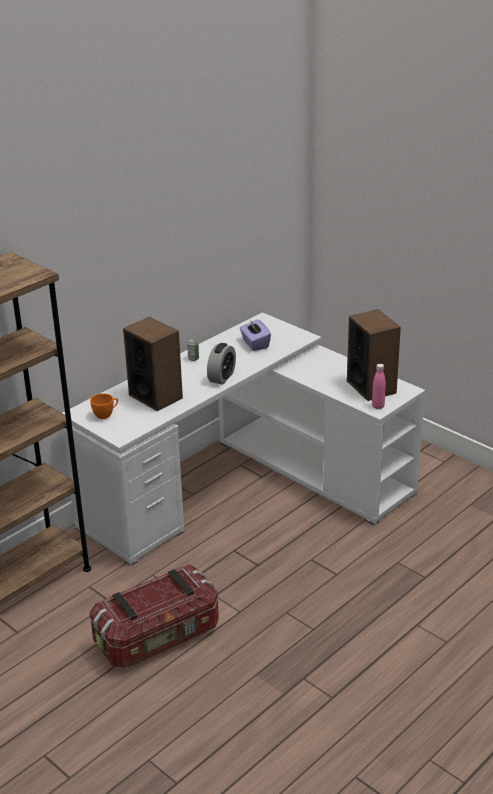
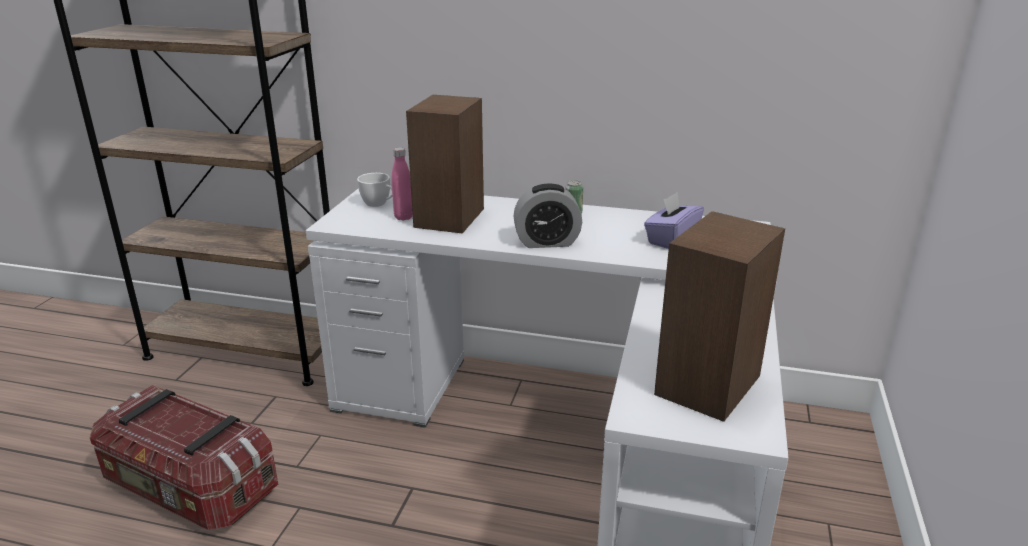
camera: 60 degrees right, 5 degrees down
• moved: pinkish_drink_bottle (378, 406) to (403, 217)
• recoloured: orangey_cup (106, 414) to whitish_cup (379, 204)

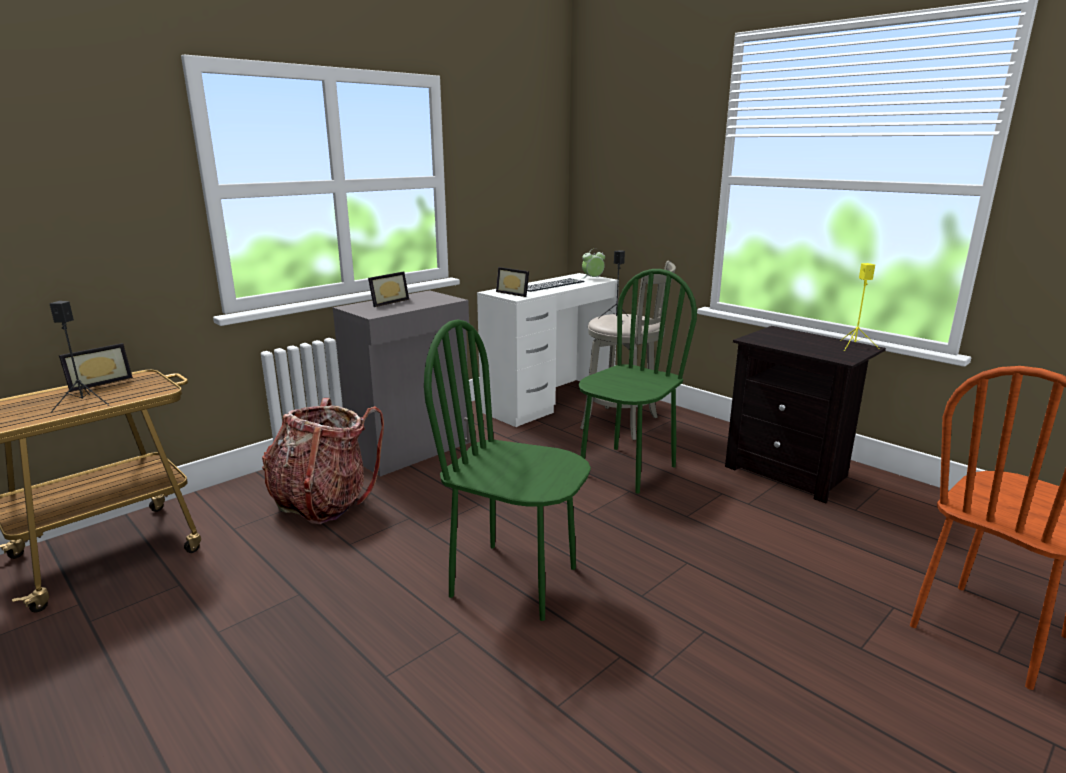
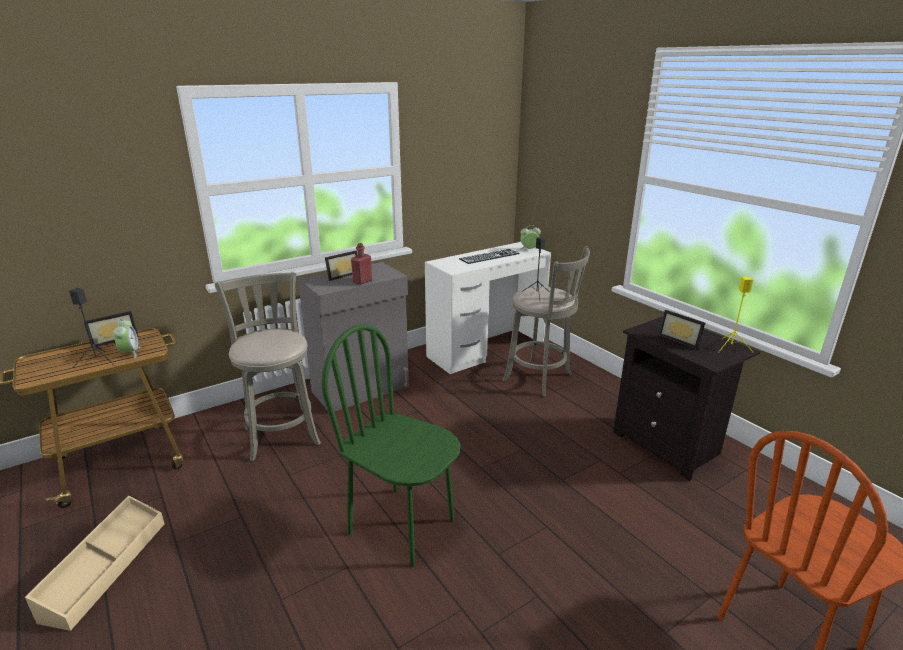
camera: 10 degrees right, 5 degrees up
• moved: photo_frame (515, 293) to (680, 340)
• removed: green_plain_chair (627, 469)
• replaced: backpack (324, 503) to gray_stool_seat (281, 434)
• added: red-coloured_drink_bottle (362, 281)
• added: bedside_clock (130, 353)
• added: sand-coloured_storage_box (105, 568)

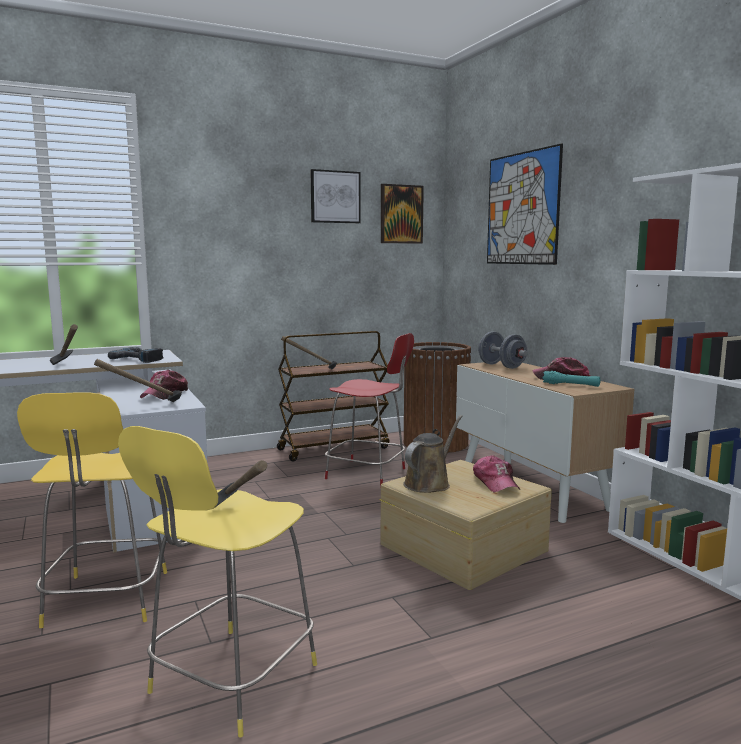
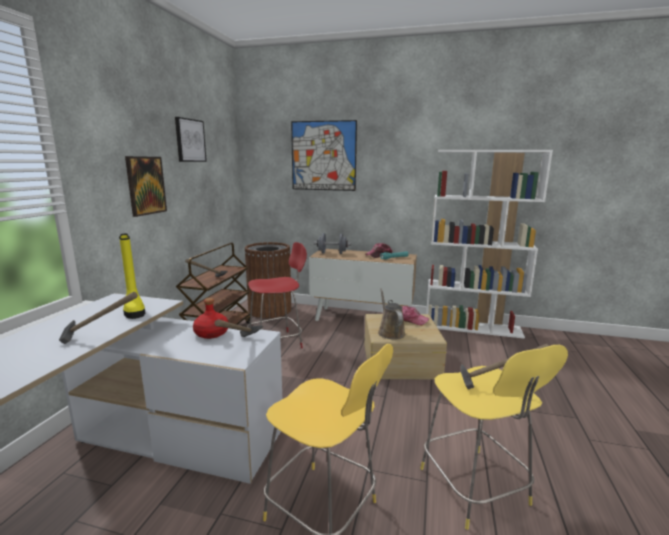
camera: 50 degrees left, 5 degrees up
• moved: wall_art (401, 214) to (146, 185)
• replaced: drill (140, 359) to yellow-coloured_tall_boot (134, 309)
• replaced: peaked_cap (165, 394) to red-coloured_drink_bottle (211, 333)

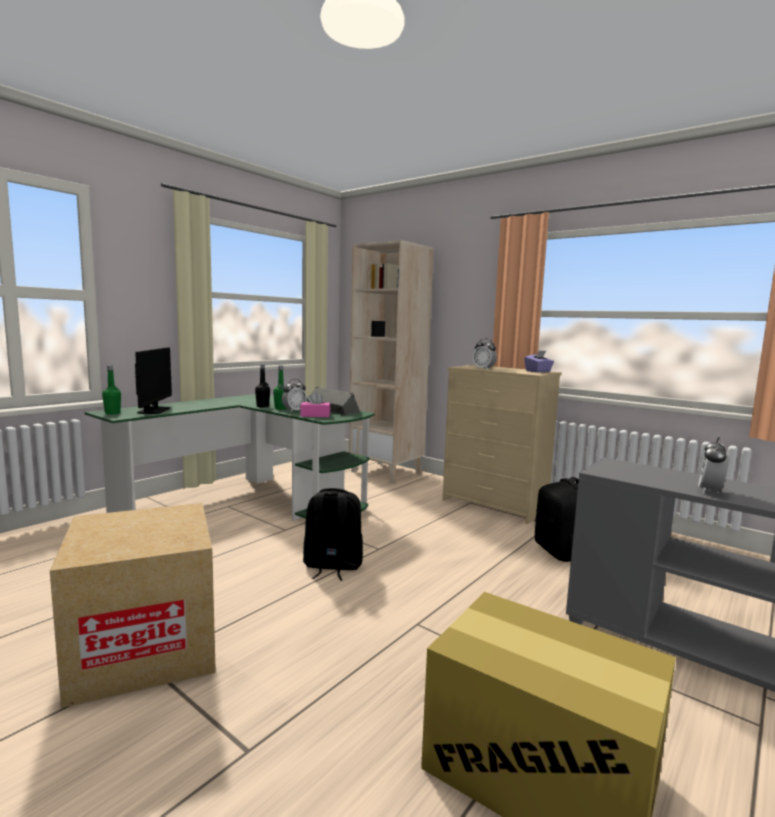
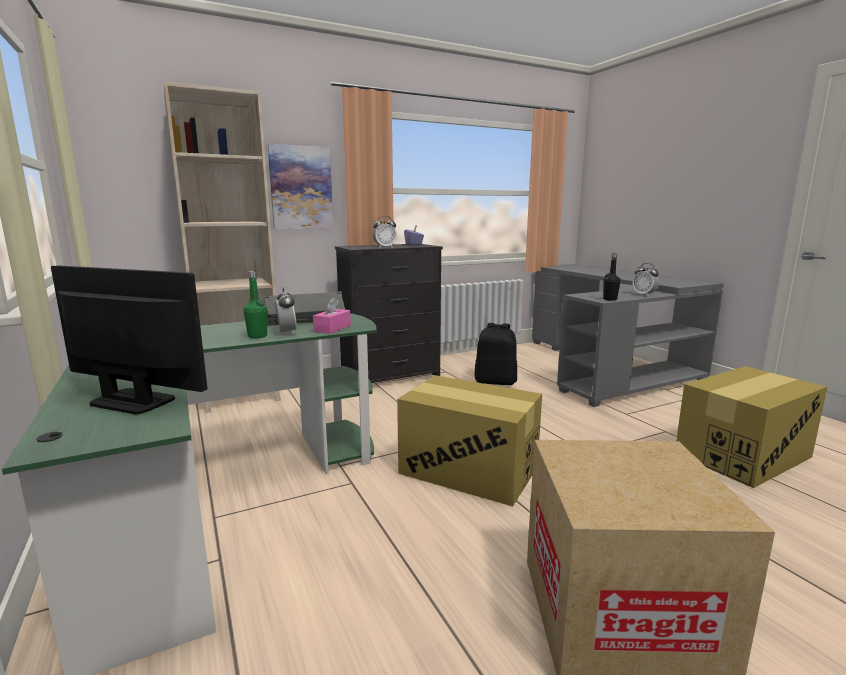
camera: 65 degrees left, 5 degrees up
• moved: blackish_drink_bottle (262, 406) to (610, 299)
• removed: green_drink_bottle (112, 413)
• recoloured: sand-coloured_chest_of_drawers (494, 505) to blackish_chest_of_drawers (391, 377)
• replaced: blackish_backpack (332, 566) to packing_box (469, 470)
• added: wall_art (301, 188)

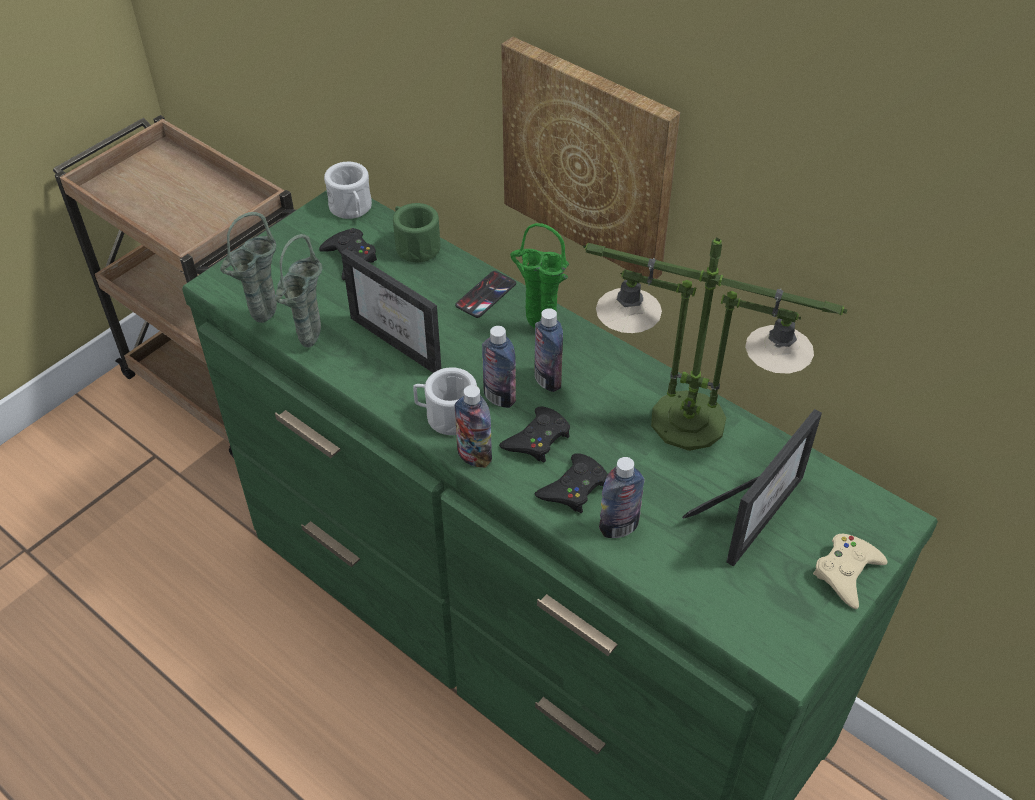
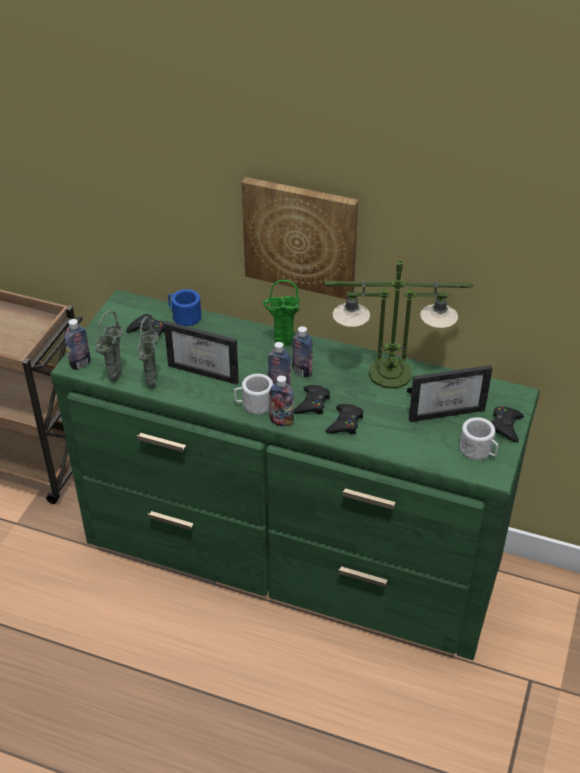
camera: 20 degrees left, 5 degrees down
• moved: whitish_coffee_mug (352, 209) to (478, 451)
• recoloured: green_coffee_mug (414, 245) to blue_coffee_mug (184, 316)
• removed: telephone (485, 295)
• turned: photo_frame (754, 510) = (446, 409) 60 degrees clockwise
• moved: drink_bottle (618, 527) to (80, 364)
• recoloured: sand-coloured_game_controller (846, 573) to blackish_game_controller (505, 426)

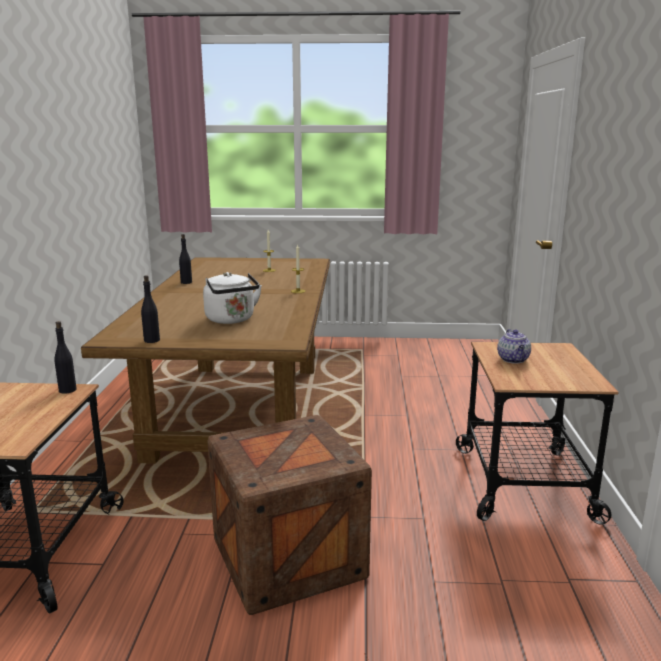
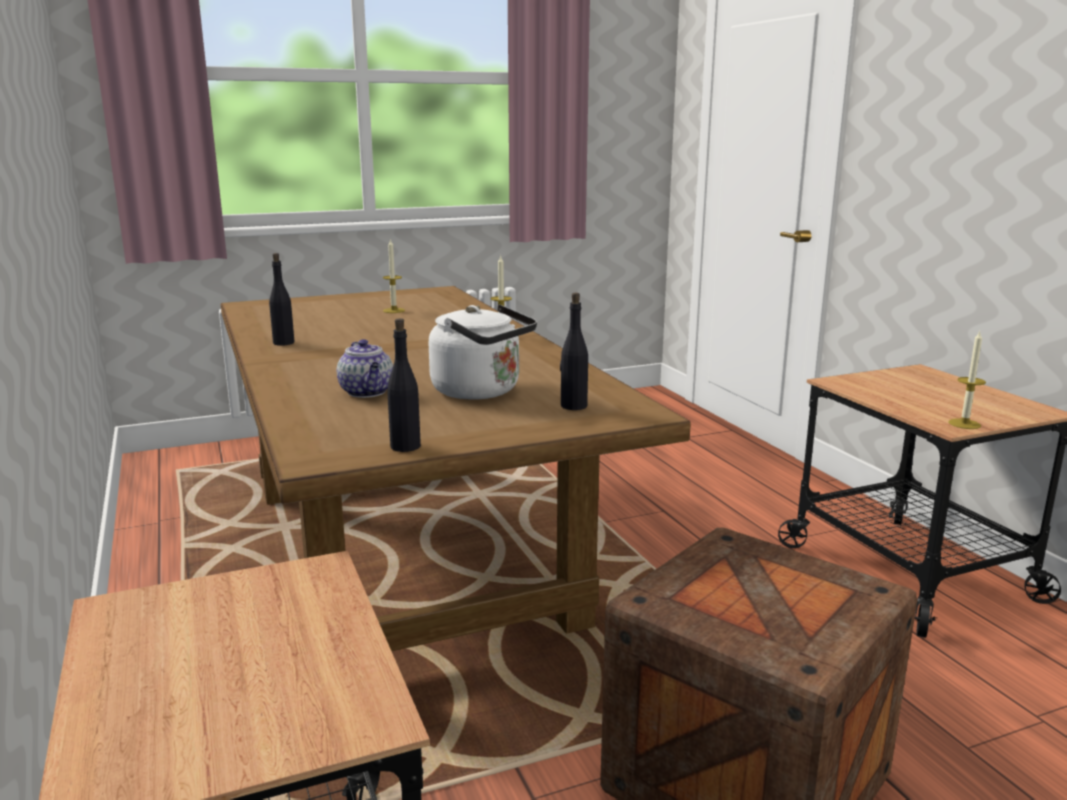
camera: 25 degrees left, 0 degrees up
• moved: blackish_drink_bottle (67, 390) to (573, 406)
• moved: pot_for_tea (513, 360) to (367, 392)
• added: wax_candle (964, 424)

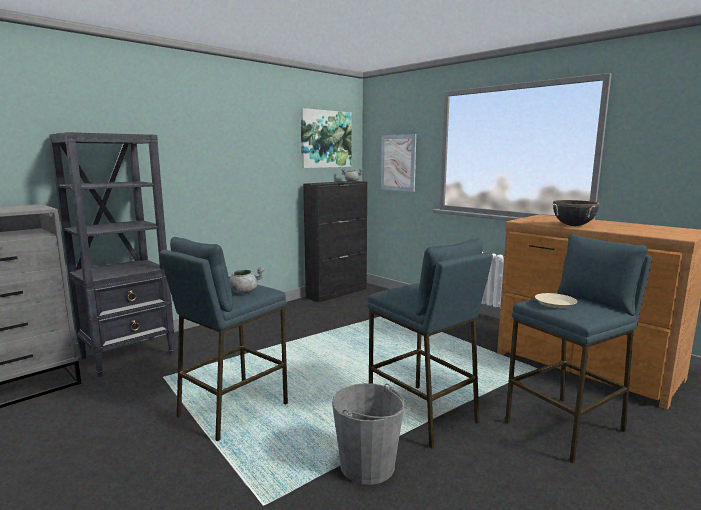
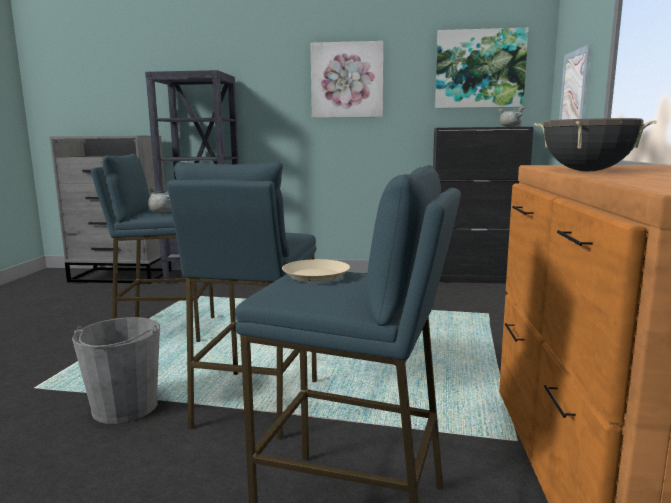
camera: 50 degrees right, 0 degrees up
• added: wall_art (347, 80)

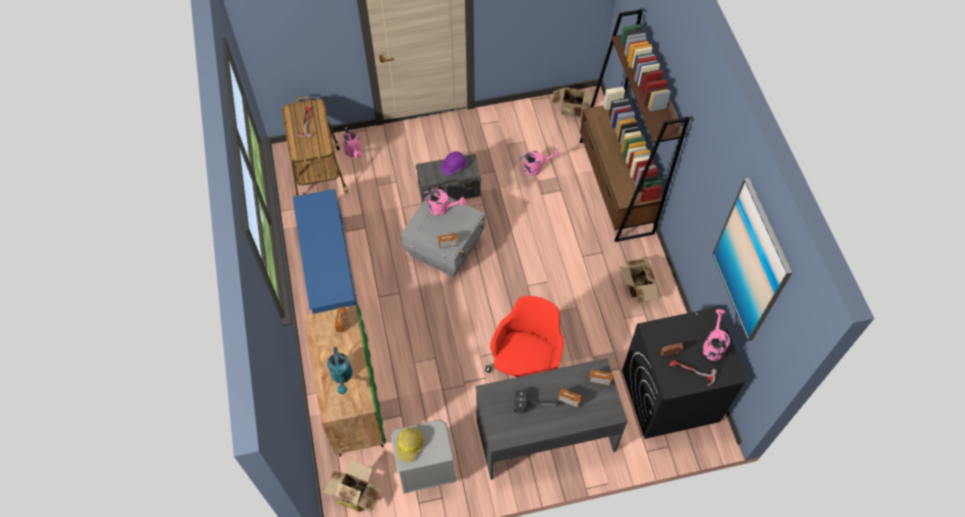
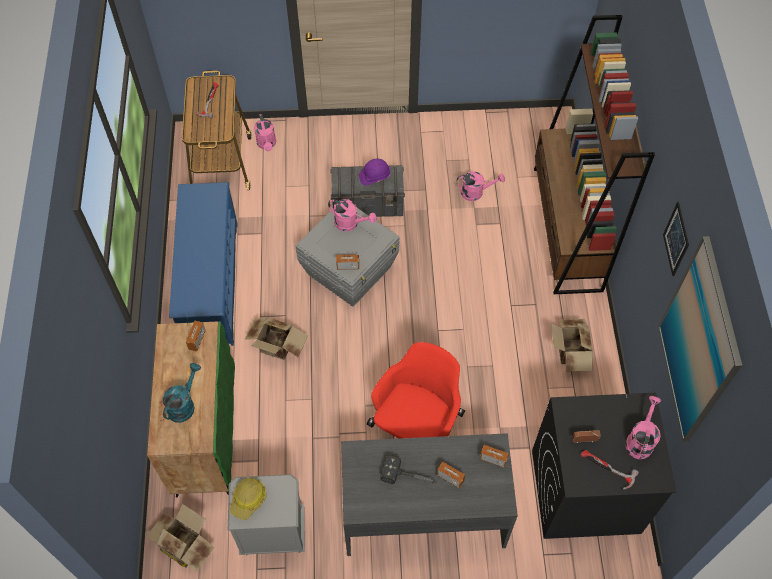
camera: 10 degrees right, 0 degrees up
• moved: packing_box (572, 111) to (277, 348)
• turned: turquoise-coloured_watering_can (342, 377) = (184, 404) 150 degrees counterclockwise
• added: wall_art (676, 239)

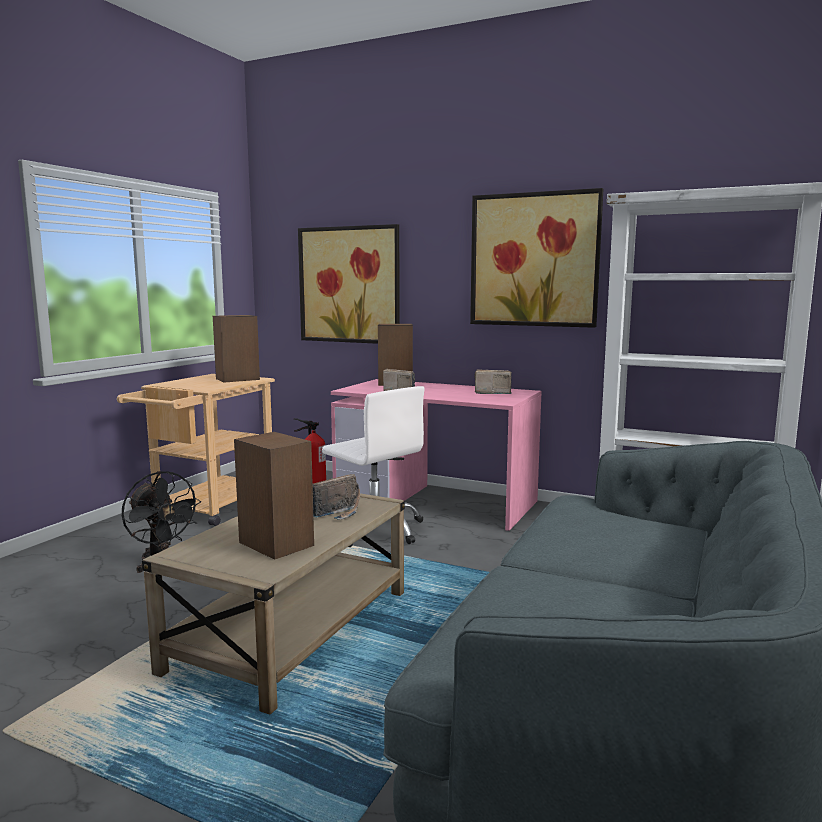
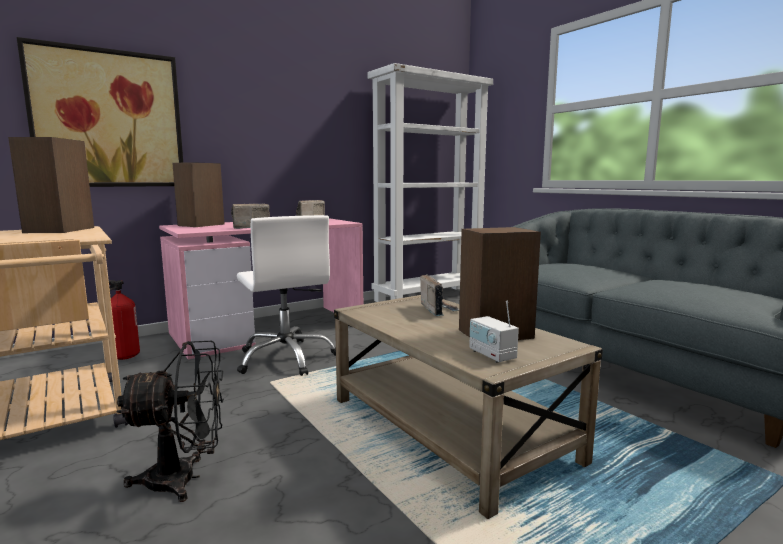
camera: 60 degrees left, 0 degrees up
• removed: wall_art (534, 260)
• turned: whitish_desk_chair (375, 529) = (287, 358) 75 degrees clockwise
• added: radio_receiver (492, 355)

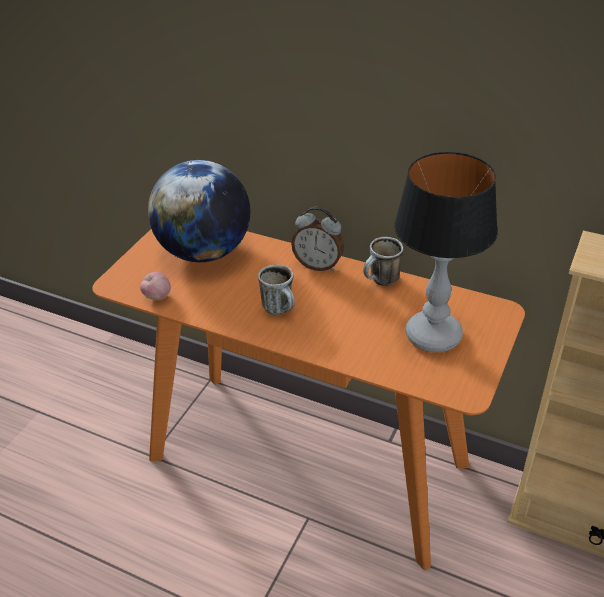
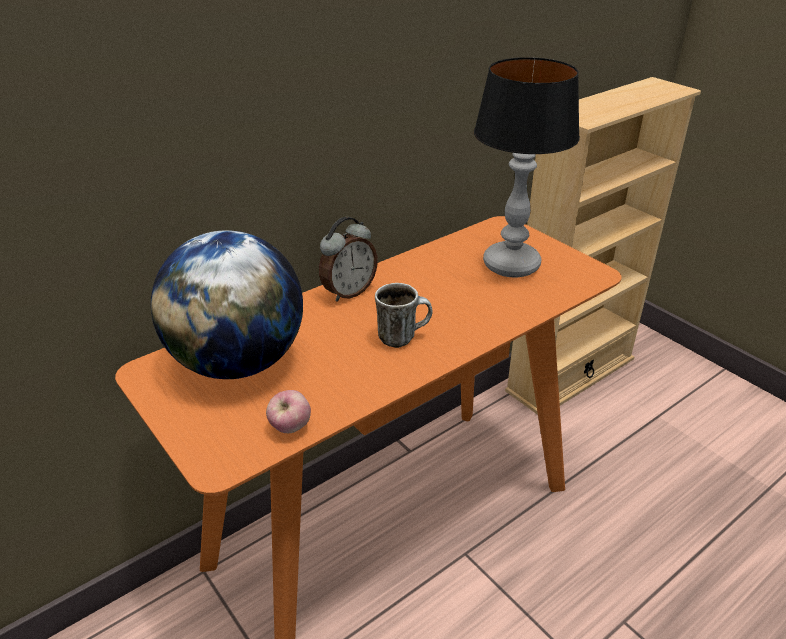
camera: 65 degrees left, 5 degrees down
• removed: coffee_mug (381, 282)

